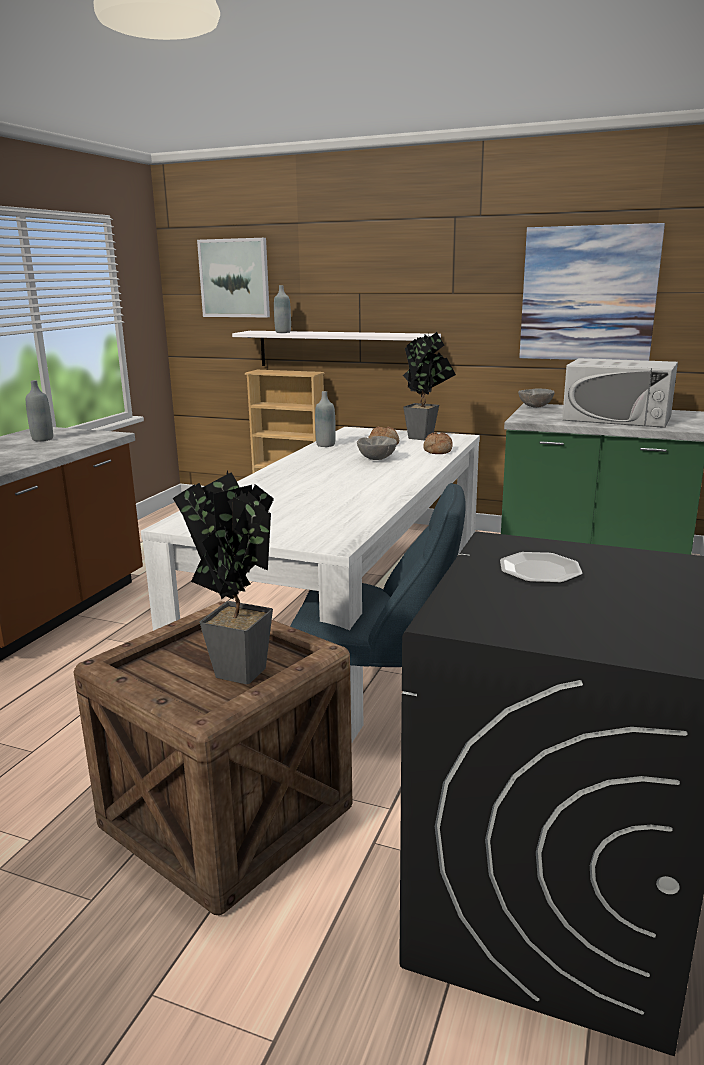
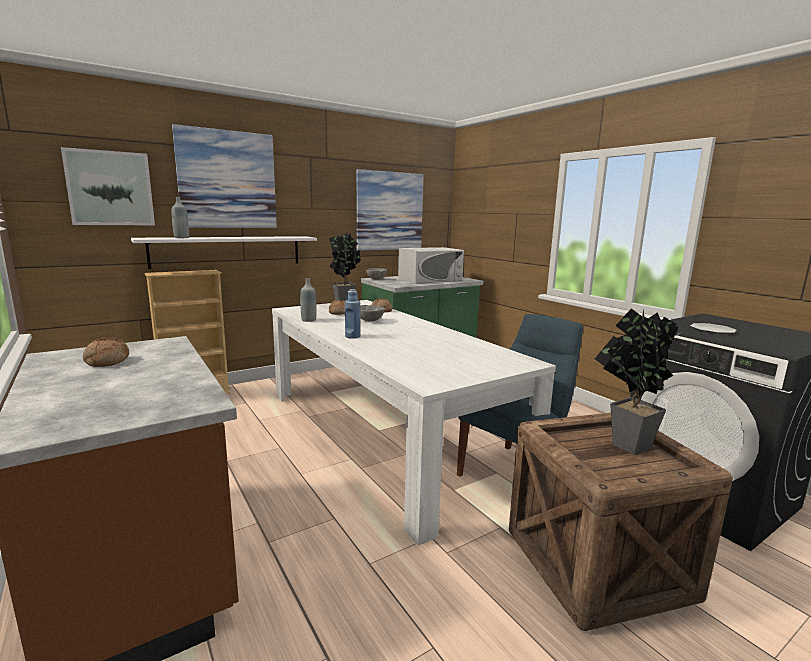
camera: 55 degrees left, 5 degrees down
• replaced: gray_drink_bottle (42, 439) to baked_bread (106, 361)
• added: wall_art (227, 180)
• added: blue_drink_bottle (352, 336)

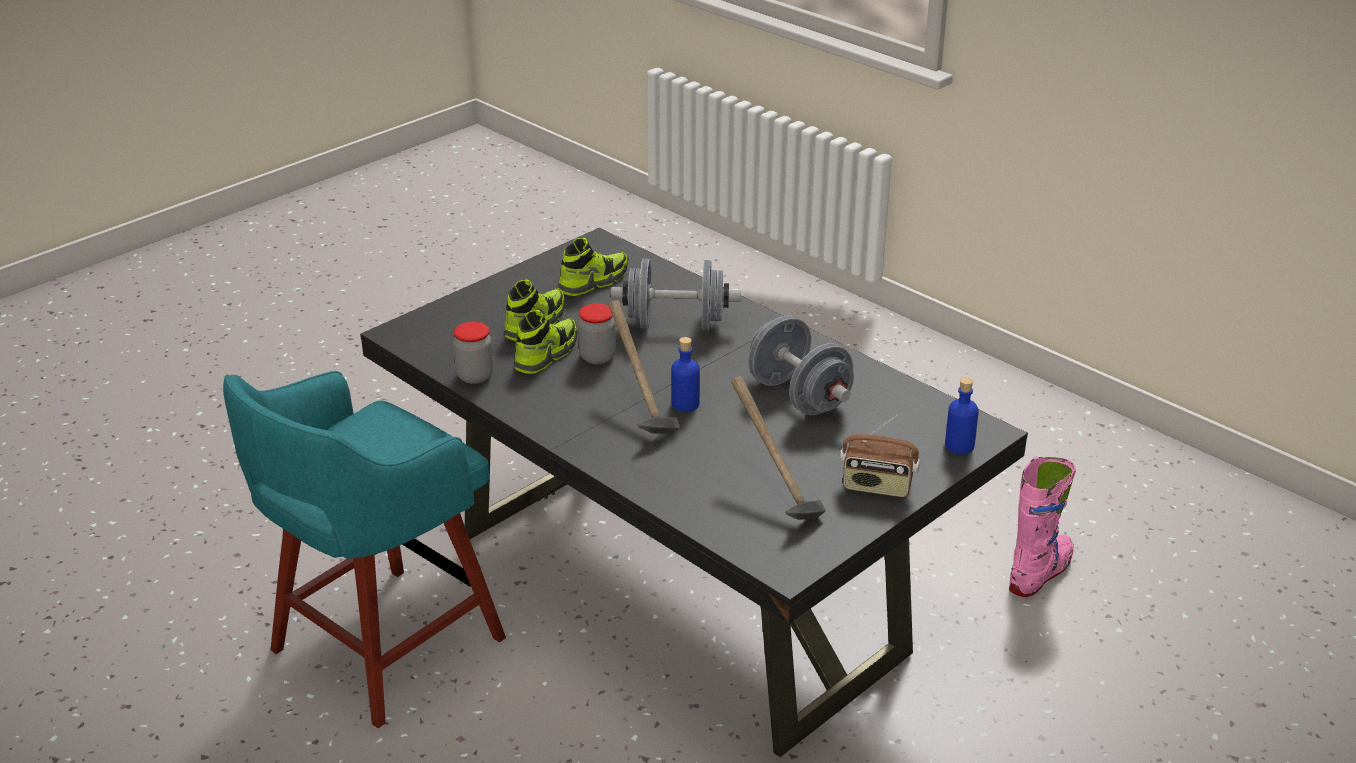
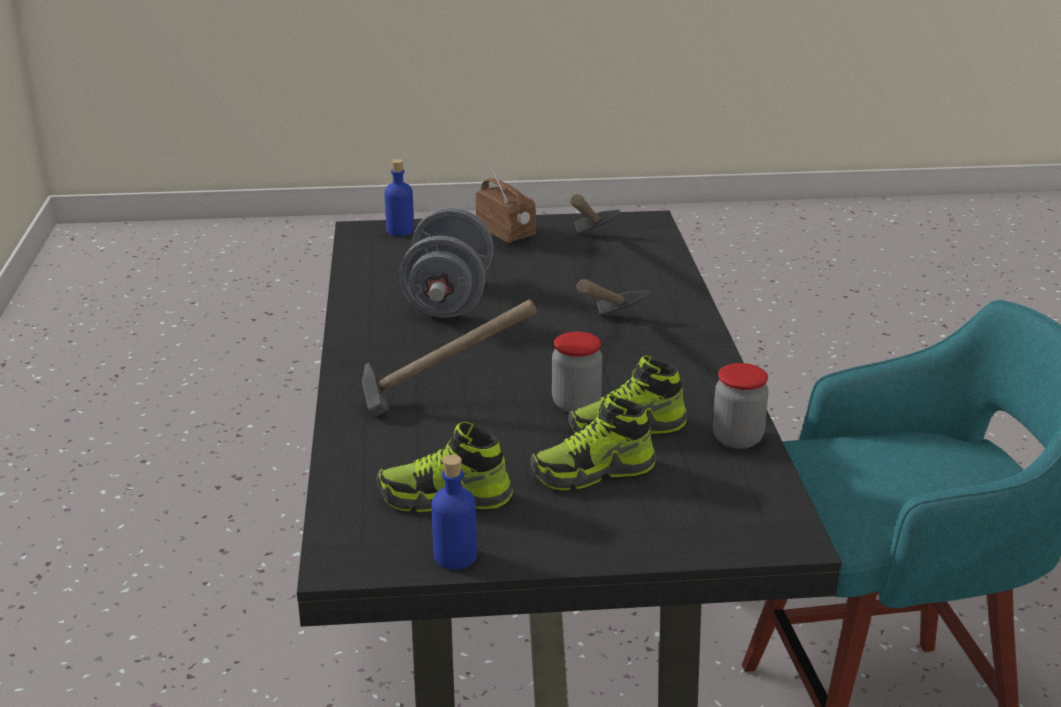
camera: 140 degrees left, 5 degrees down
• replaced: gray_dumbbell (676, 324) to hammer (441, 403)
• moved: blue_drink_bottle (685, 404) to (455, 557)
• removed: pinkish_tall_boot (1040, 574)

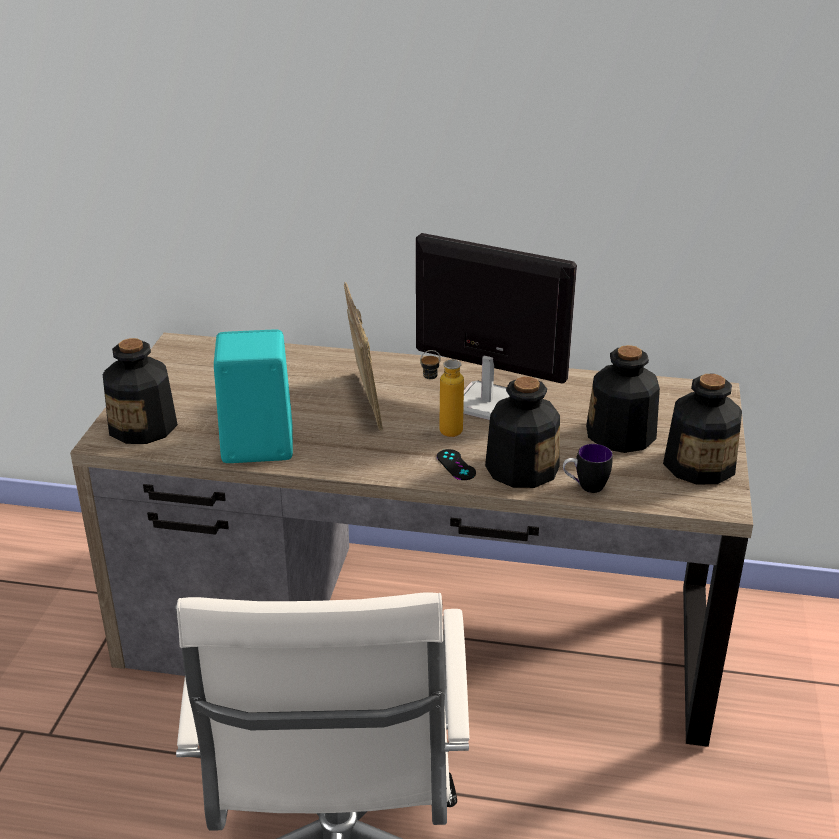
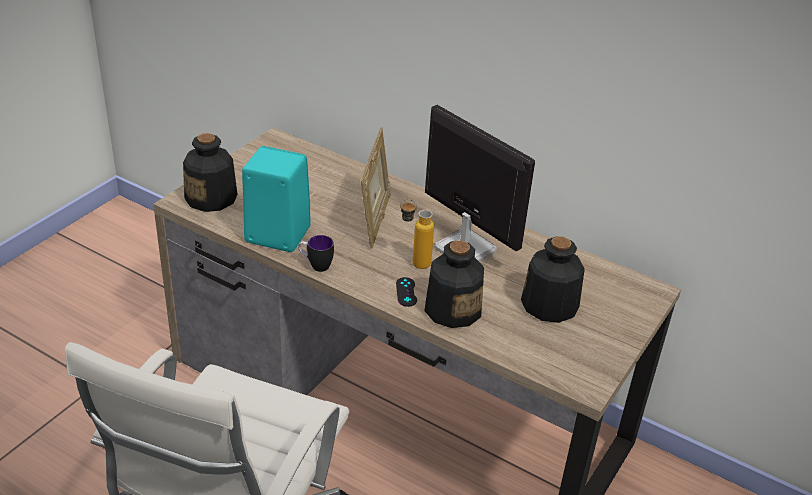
camera: 20 degrees right, 5 degrees up
• removed: drink_bottle (699, 465)
• moved: coffee_mug (585, 487) to (315, 265)

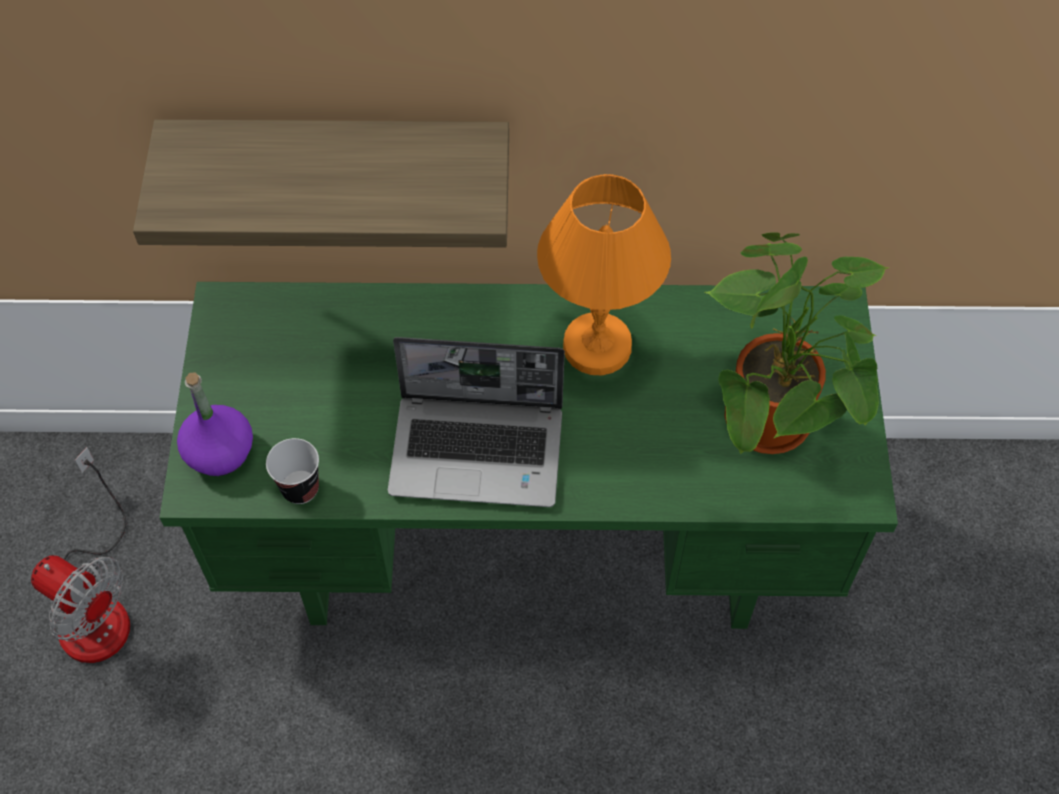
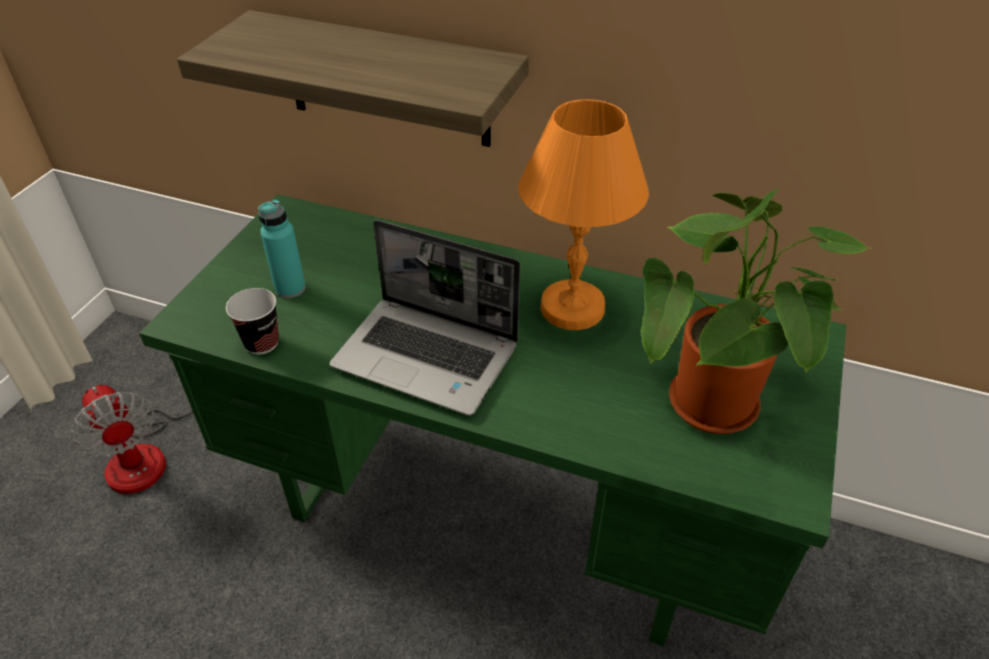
camera: 20 degrees right, 15 degrees down
• removed: purplish_drink_bottle (220, 452)
• added: turquoise-coloured_drink_bottle (290, 288)

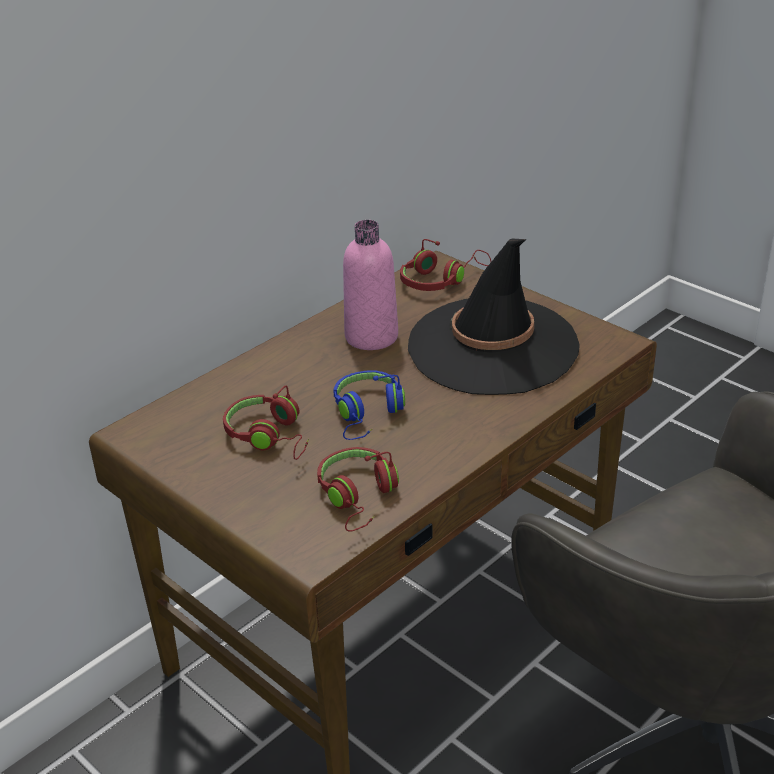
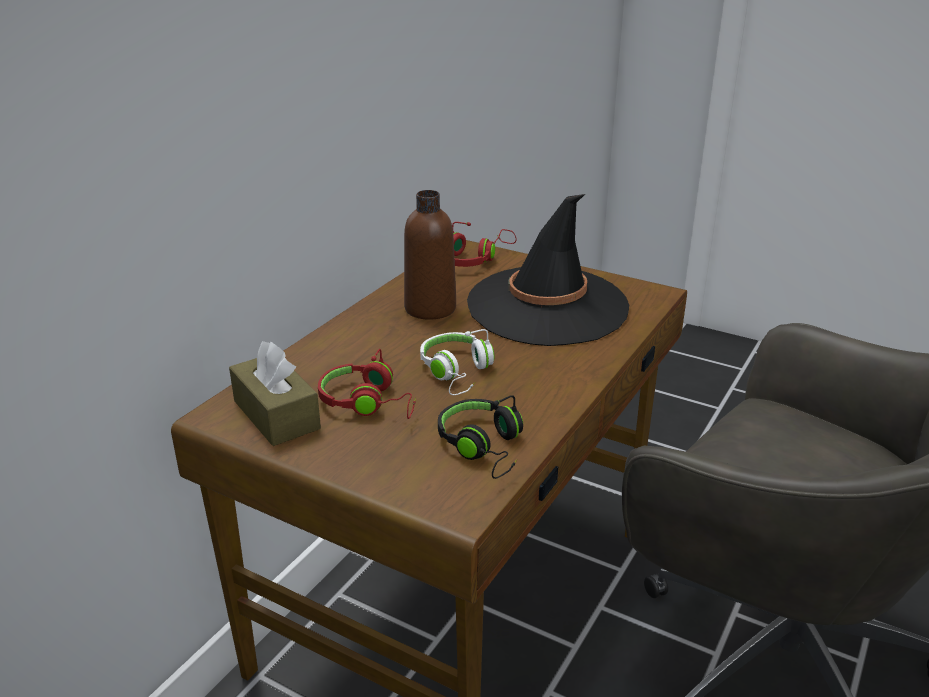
camera: 15 degrees left, 5 degrees down
• recoloured: pinkish_drink_bottle (371, 337) to brown_drink_bottle (430, 308)
• recoloured: blue_pair_of_headphones (368, 414) to whitish_pair_of_headphones (458, 372)
• recoloured: red-coloured_pair_of_headphones (359, 497) to blackish_pair_of_headphones (484, 447)
• added: brown_tissue_box (276, 415)

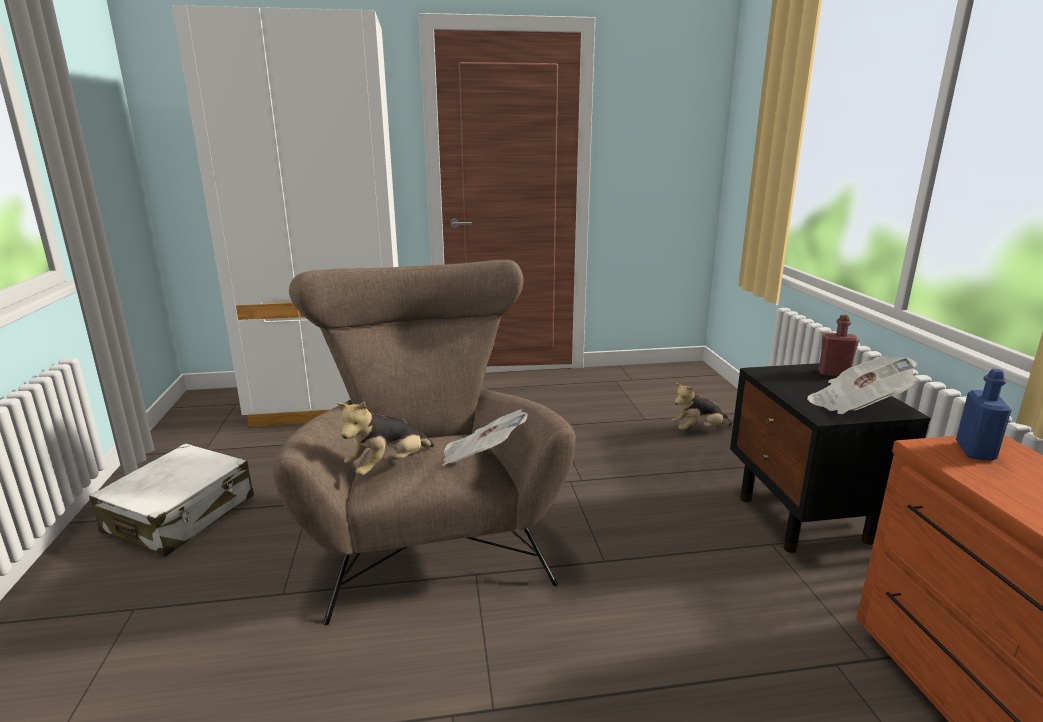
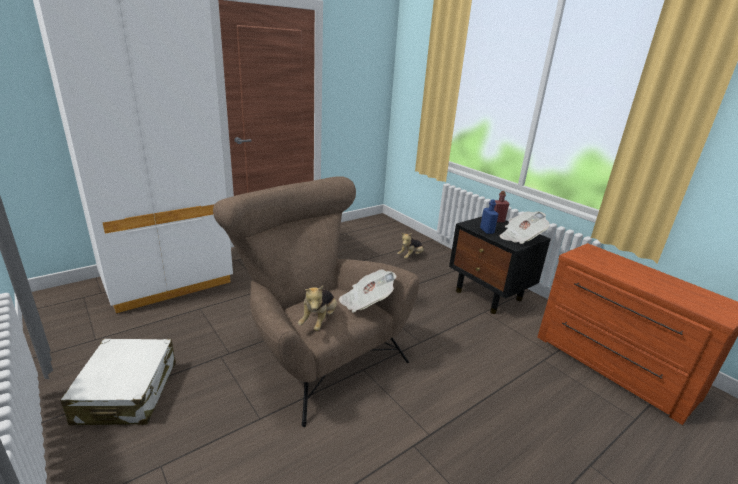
camera: 30 degrees left, 5 degrees up
• moved: blue_drink_bottle (975, 451) to (487, 231)

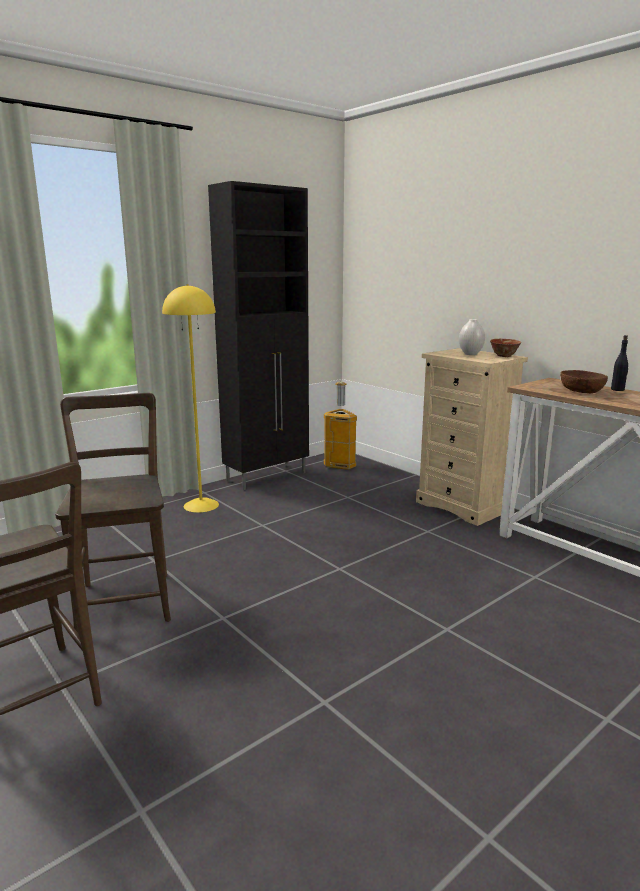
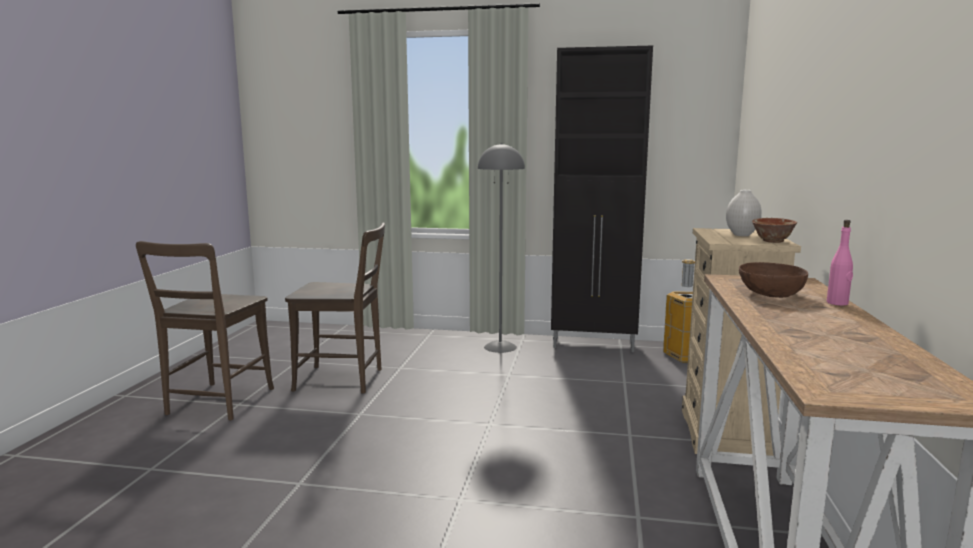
camera: 50 degrees right, 5 degrees down
• recoloured: yellow-coloured_standard_lamp (201, 505) to gray_standard_lamp (500, 347)
• recoloured: blackish_drink_bottle (617, 389) to pinkish_drink_bottle (837, 303)
• turned: brown_plain_chair (125, 598) = (344, 380) 60 degrees clockwise

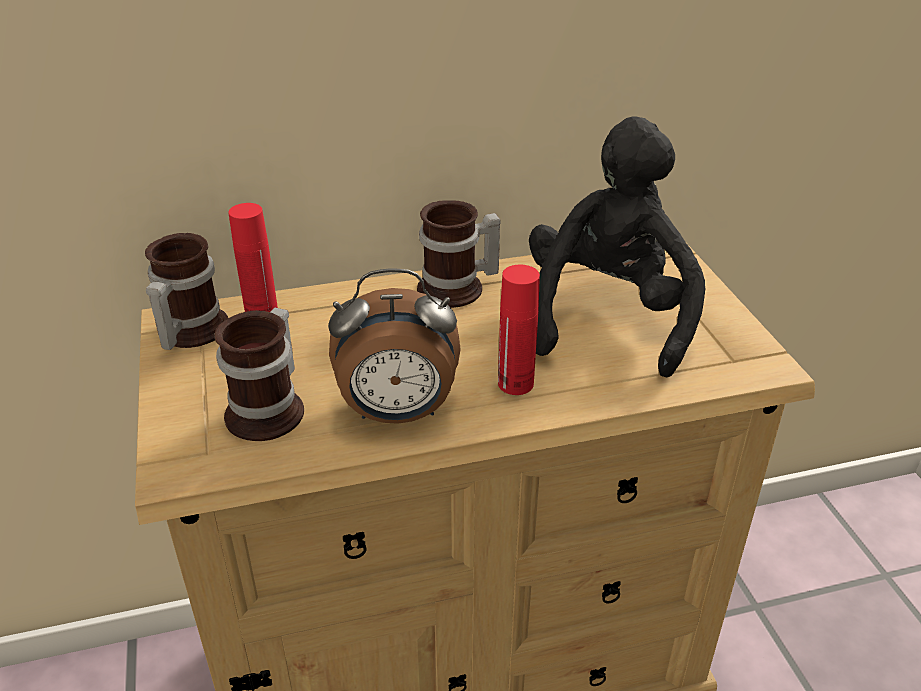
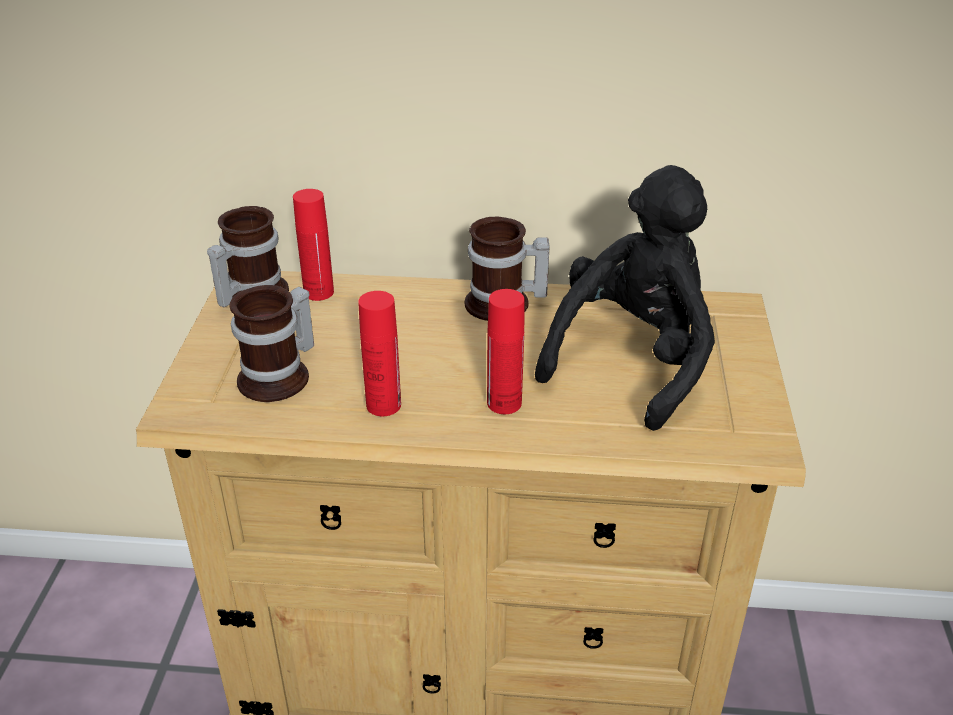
camera: 20 degrees right, 0 degrees up
• replaced: bedside_clock (398, 413) to red-coloured_drink_bottle (383, 405)

